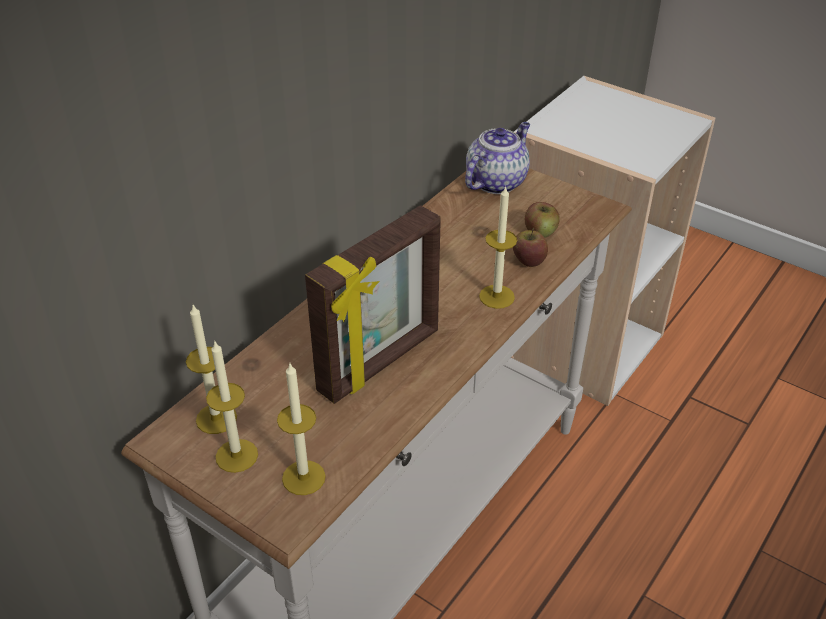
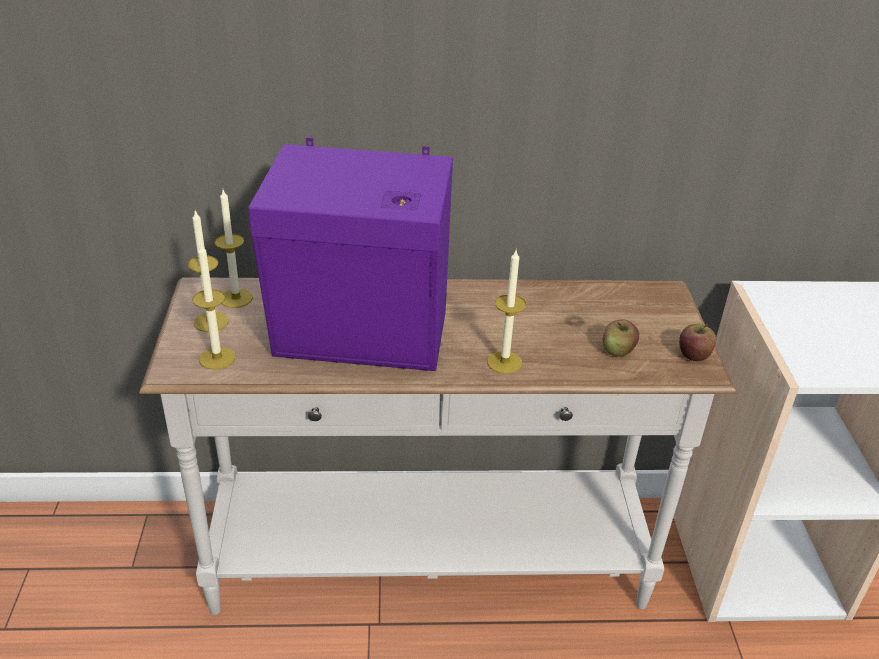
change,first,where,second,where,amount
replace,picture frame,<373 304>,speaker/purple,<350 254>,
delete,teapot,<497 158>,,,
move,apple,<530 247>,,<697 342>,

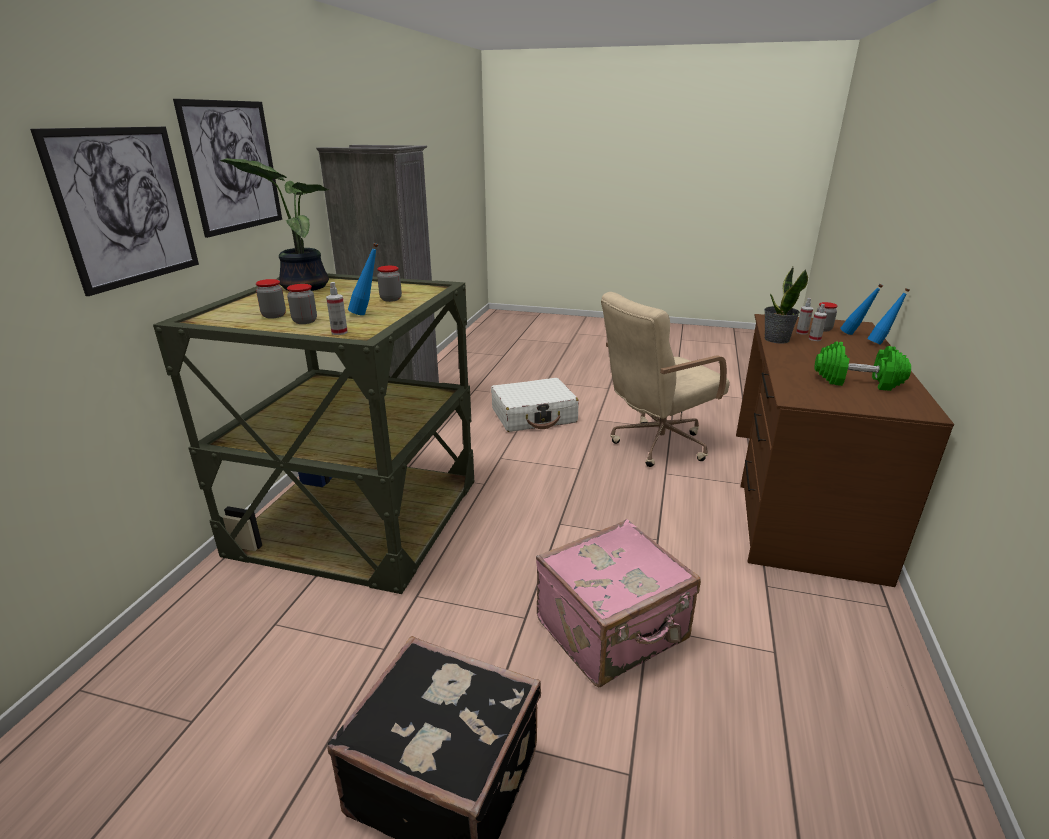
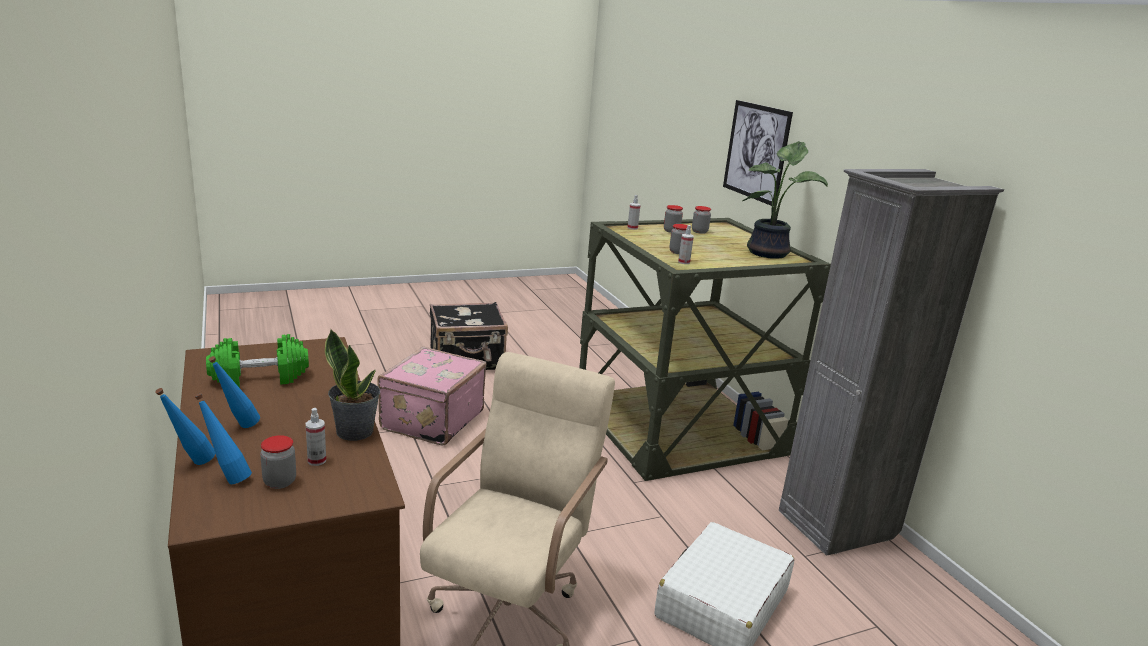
change,first,where,second,where,amount
delete,picture,<227 168>,,,
move,bottle/blue,<363 279>,,<234 392>,
move,spray bottle,<818 322>,,<686 244>,

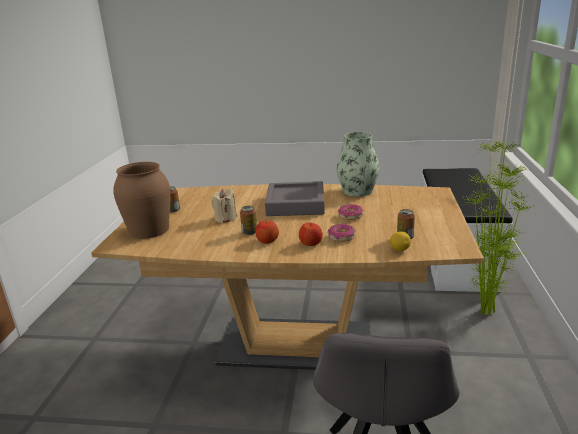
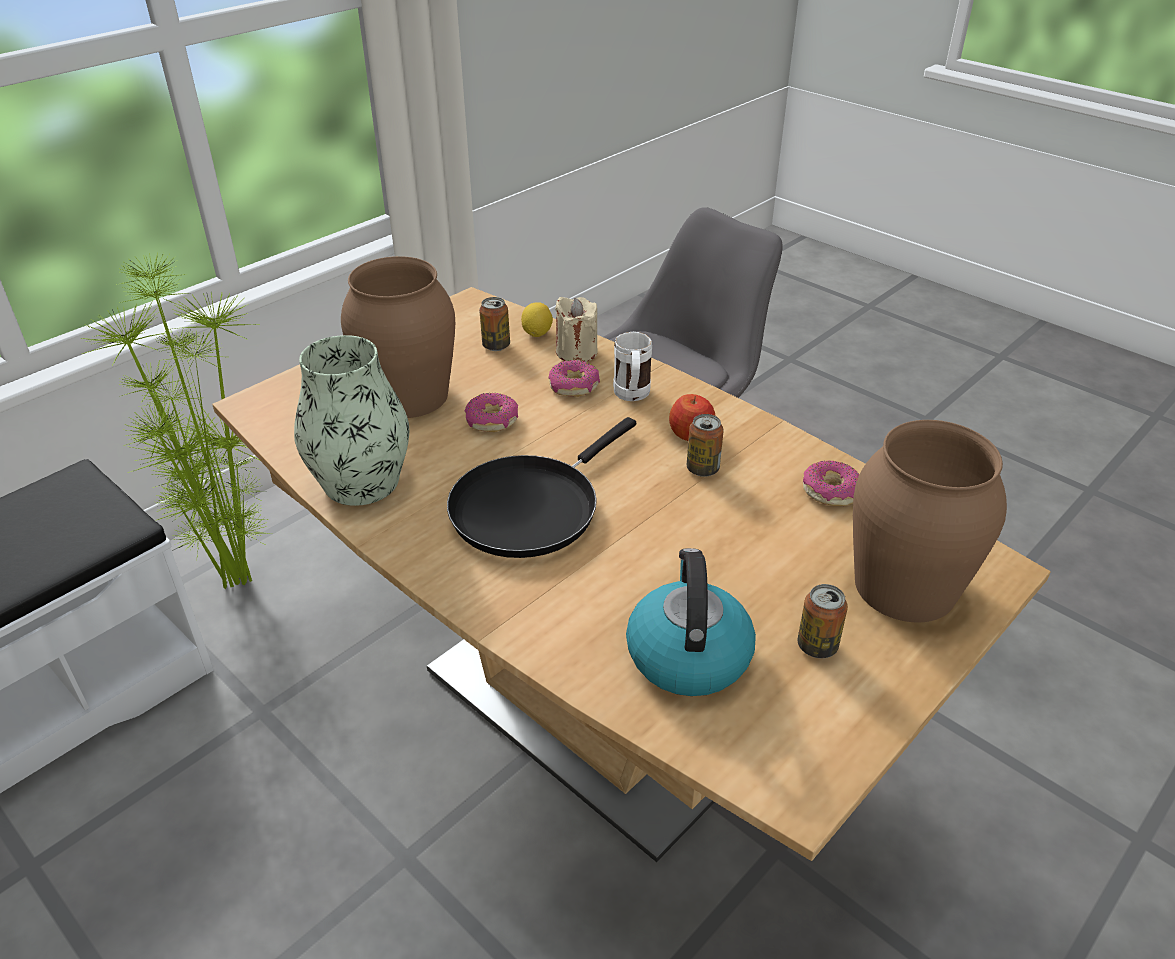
change,first,where,second,where,amount
move,candle/beige,<224 206>,,<576 329>,
replace,tray/grey,<295 198>,frying pan/black,<541 487>,
replace,apple,<311 234>,mug/white,<632 366>,
insert,,,vase/brown,<398 337>,
insert,,,kettle,<691 622>,
insert,,,donut,<831 483>,

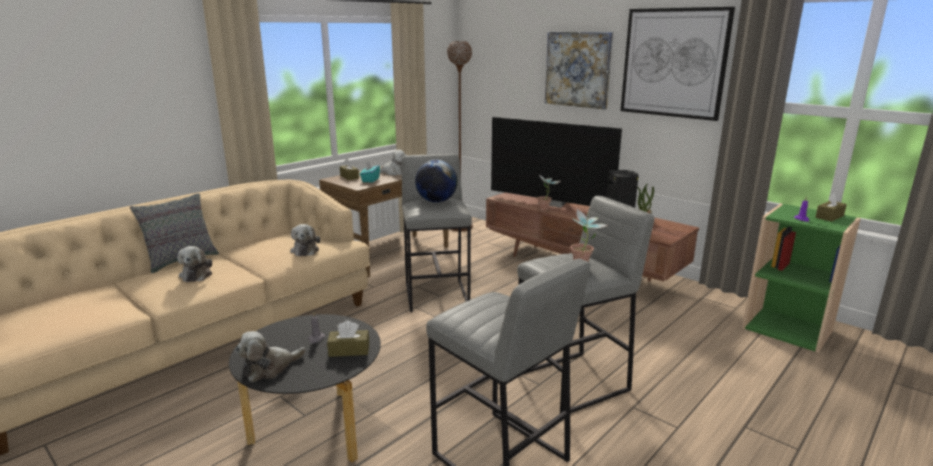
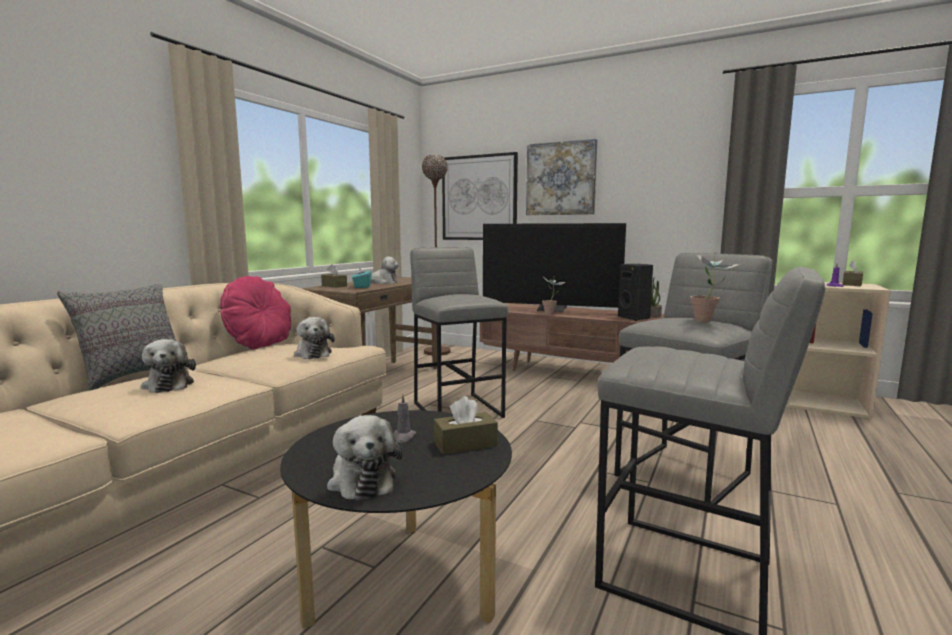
change,first,where,second,where,amount
rotate,plush toy,<270 356>,,<364 458>,60 degrees counterclockwise
delete,globe,<436 181>,,,
move,picture,<677 64>,,<480 196>,
recolor,bookcase/green,<801 278>,bookcase/beige,<838 350>,
insert,,,pillow/pink,<255 313>,

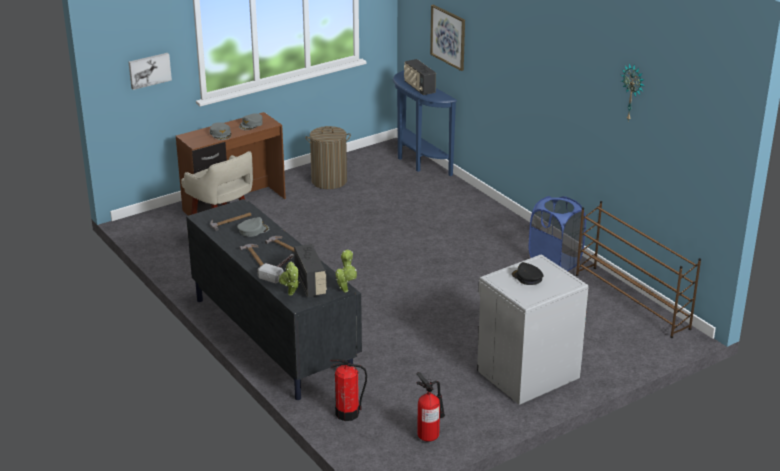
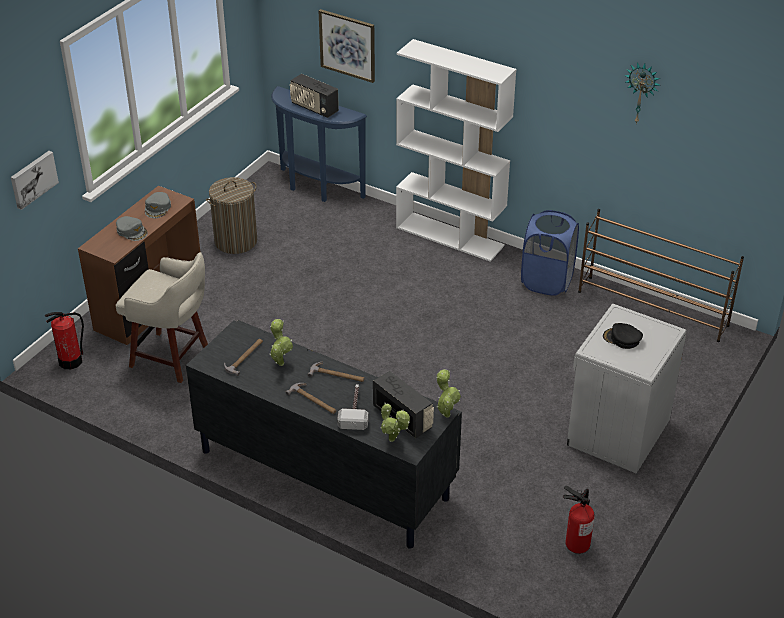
change,first,where,second,where,amount
replace,cap/grey,<253 227>,potted plant,<281 342>,
move,fire extinguisher,<348 390>,,<64 340>,
insert,,,bookcase/white,<456 150>,

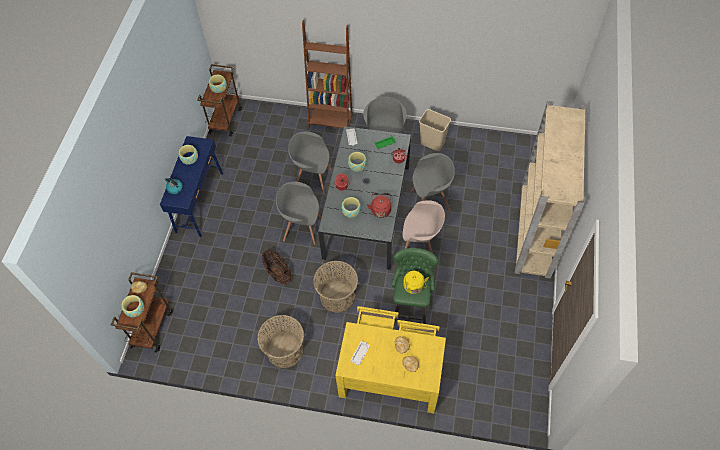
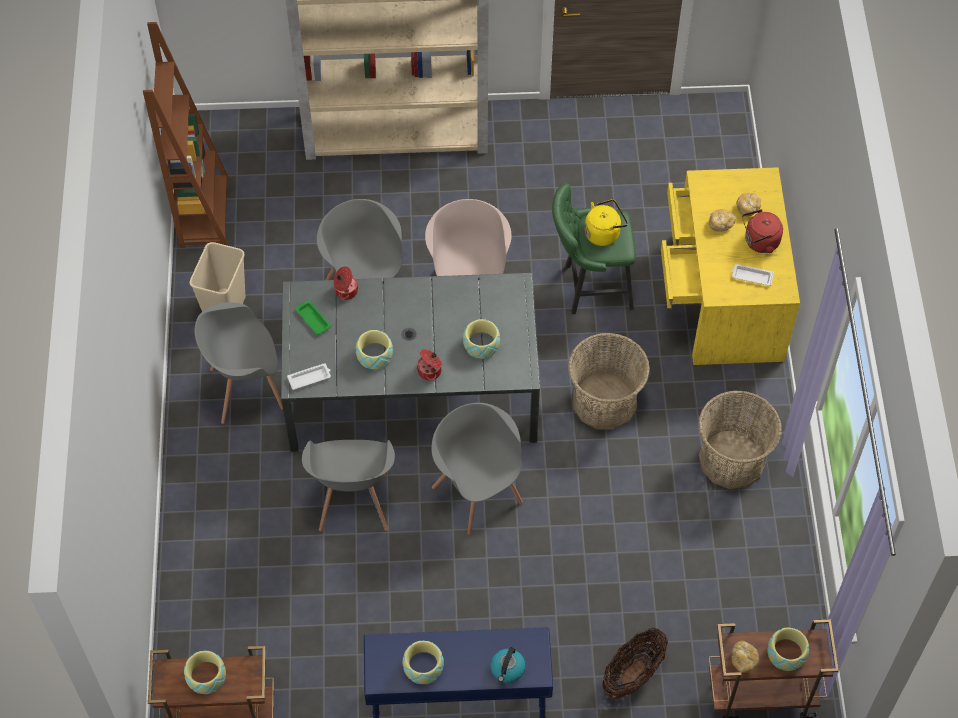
change,first,where,second,where,amount
move,basket,<276 267>,,<635 663>,
rotate,chair/grey,<298 213>,,<477 469>,150 degrees clockwise
move,bookcase/brown,<327 74>,,<186 135>,
move,kettle/red,<379 205>,,<762 231>,

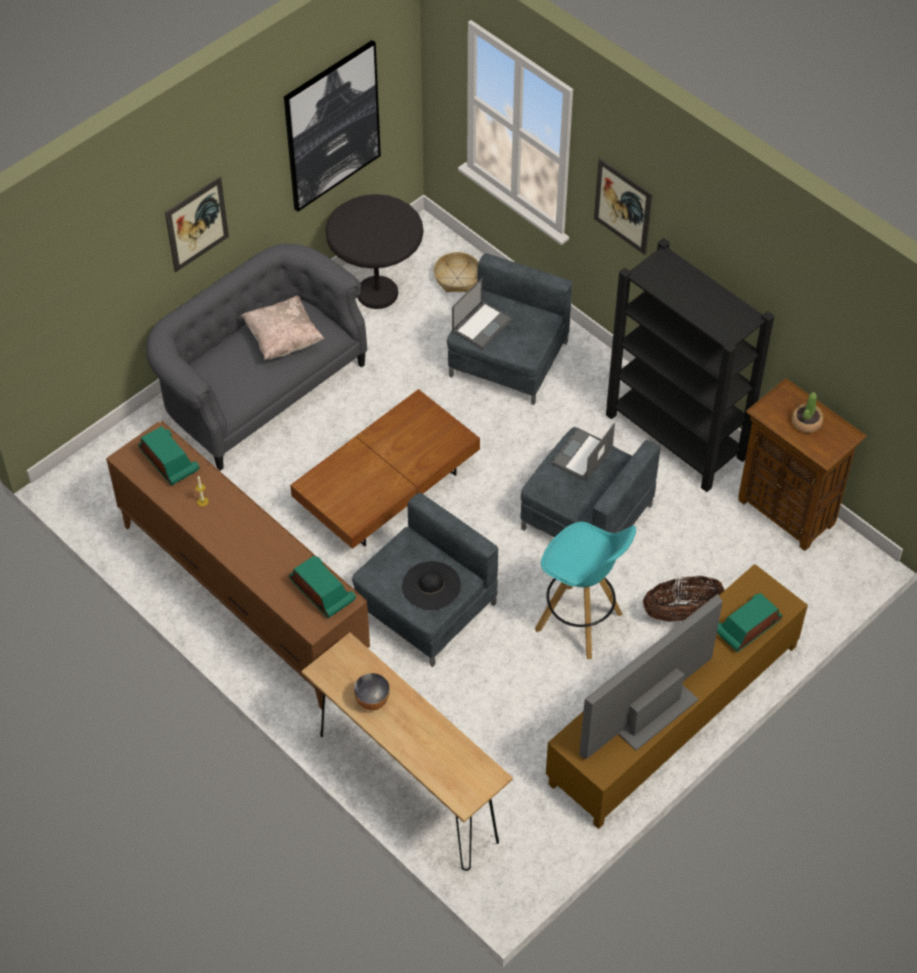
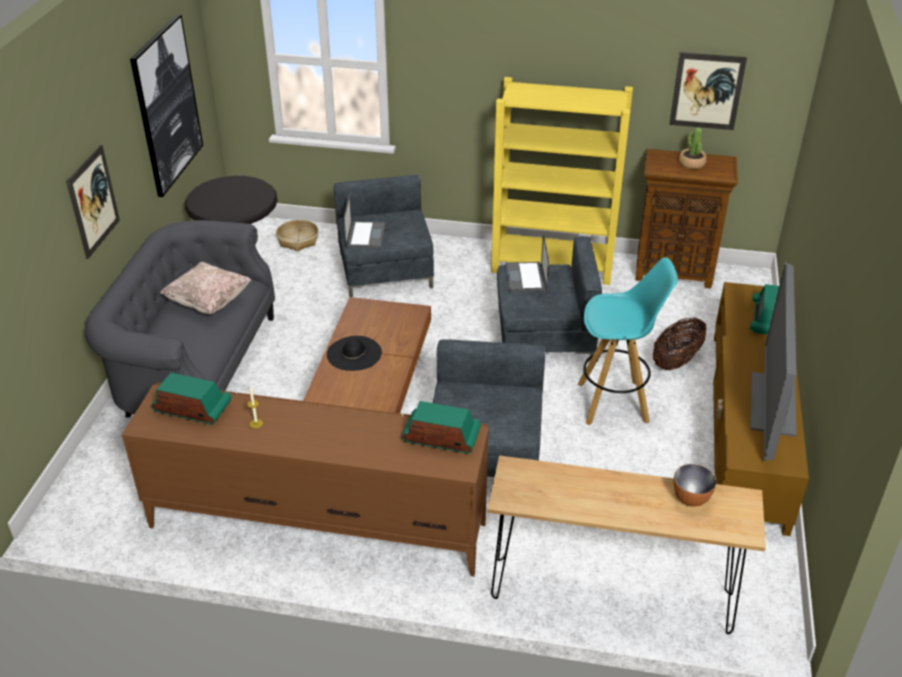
change,first,where,second,where,amount
move,bowl,<372 692>,,<695 485>,
move,hat/black,<431 585>,,<354 353>,
move,picture,<623 206>,,<708 91>,
recolor,bookcase/black,<690 365>,bookcase/yellow,<562 181>,

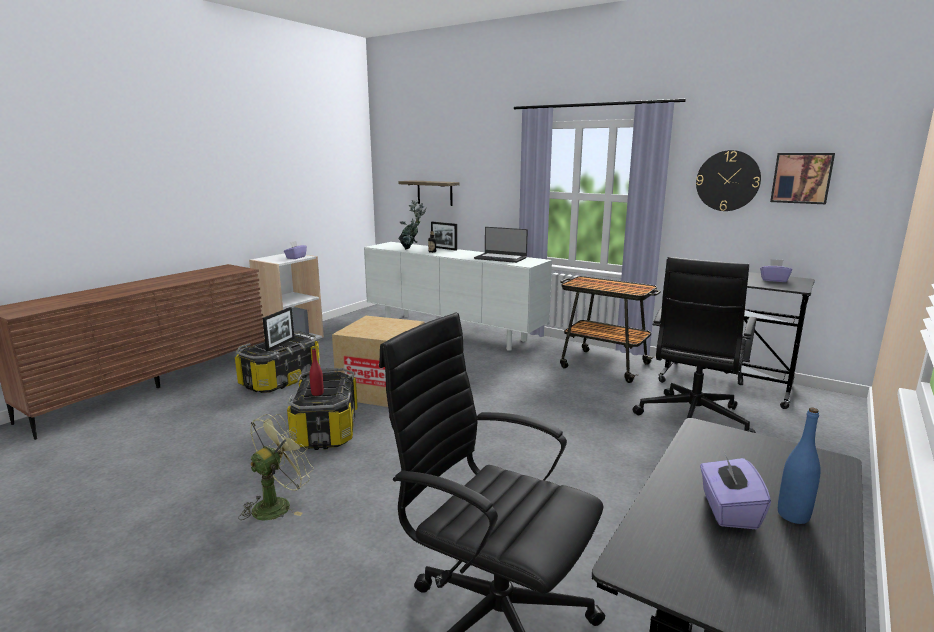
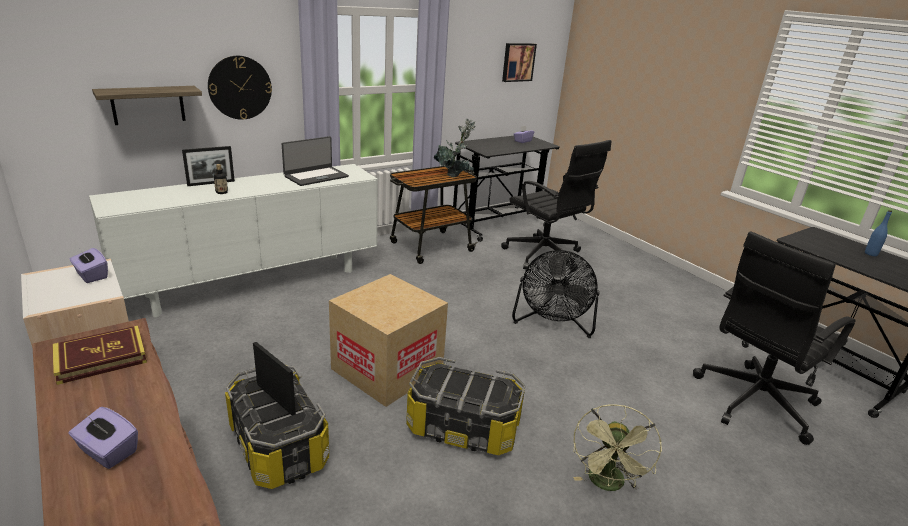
change,first,where,second,where,amount
rotate,fan/green,<276 467>,,<617 447>,135 degrees counterclockwise
delete,bottle/red,<316 372>,,,
move,potted plant,<412 224>,,<454 148>,
move,wall clock,<728 180>,,<240 88>,
move,tissue box/purple,<735 491>,,<103 438>,
insert,,,book,<99 355>,
insert,,,fan/black,<556 294>,

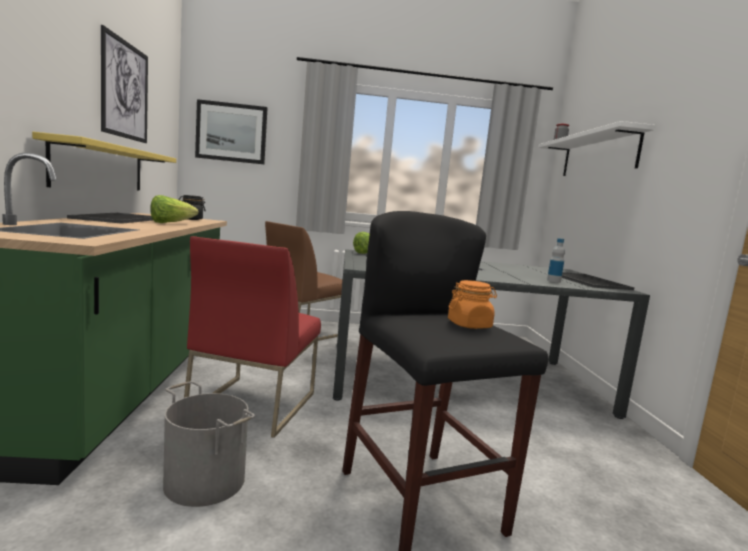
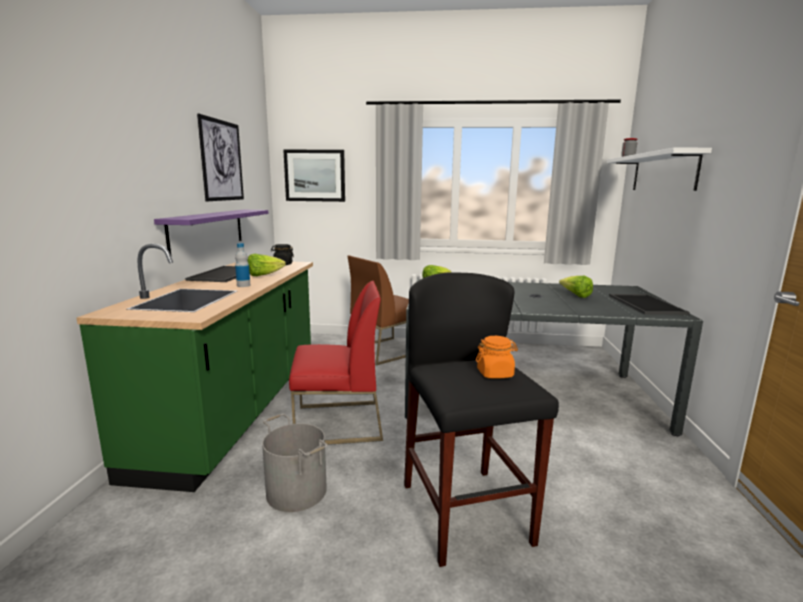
change,first,where,second,where,amount
recolor,shelf/yellow,<104 161>,shelf/purple,<211 232>,
rotate,chair/red,<252 337>,,<336 363>,120 degrees counterclockwise
move,bottle,<556 260>,,<242 265>,
insert,,,lettuce,<576 287>,

